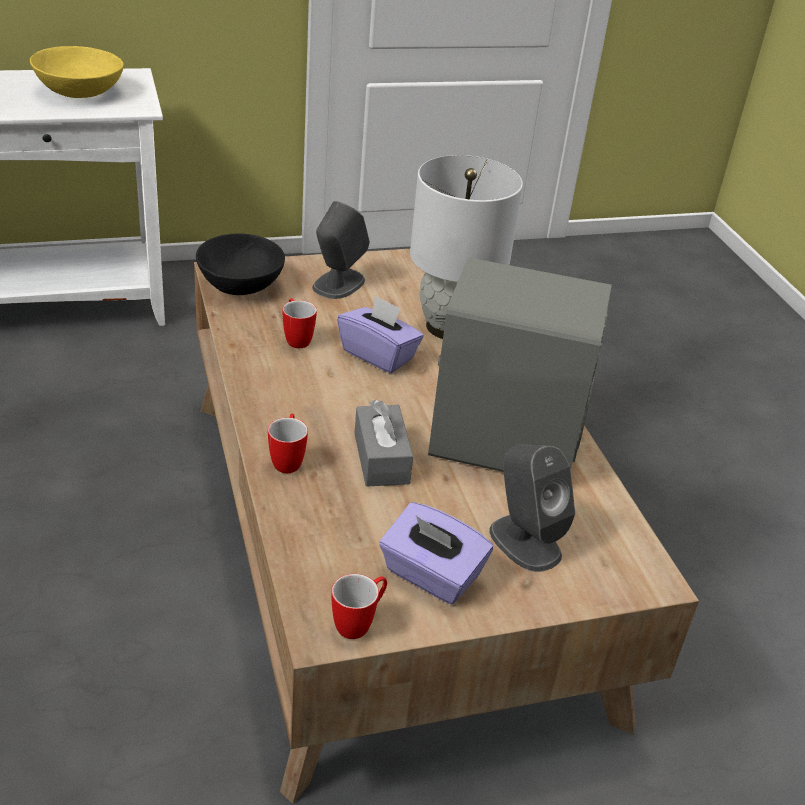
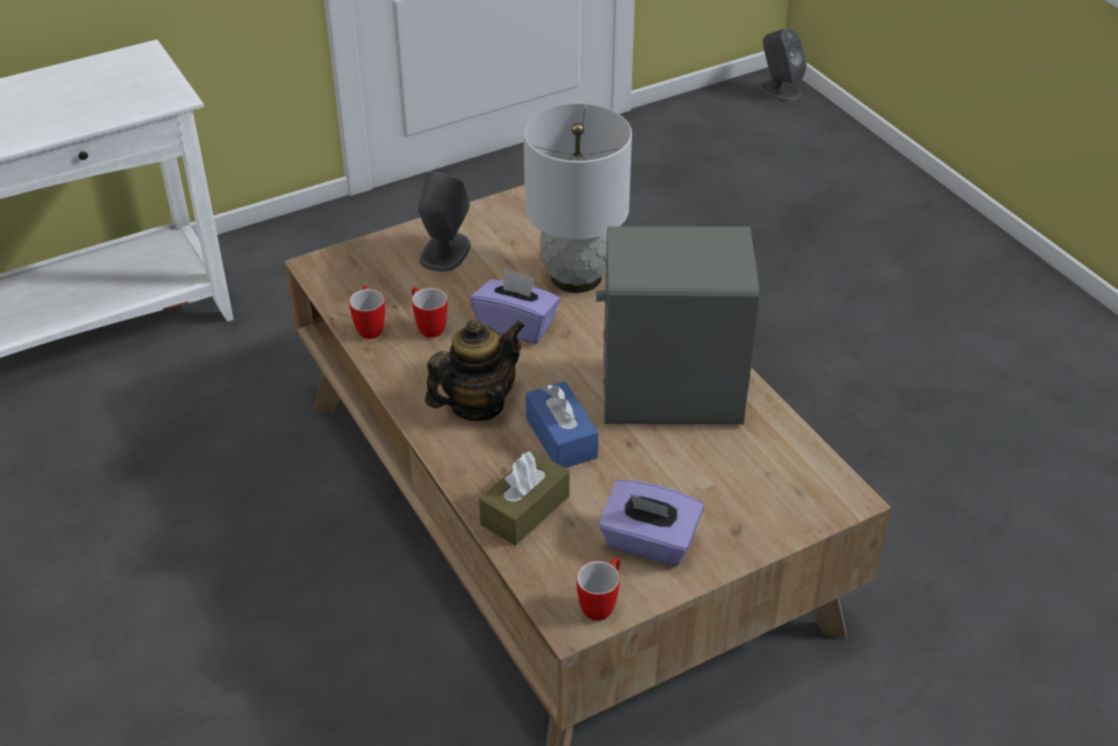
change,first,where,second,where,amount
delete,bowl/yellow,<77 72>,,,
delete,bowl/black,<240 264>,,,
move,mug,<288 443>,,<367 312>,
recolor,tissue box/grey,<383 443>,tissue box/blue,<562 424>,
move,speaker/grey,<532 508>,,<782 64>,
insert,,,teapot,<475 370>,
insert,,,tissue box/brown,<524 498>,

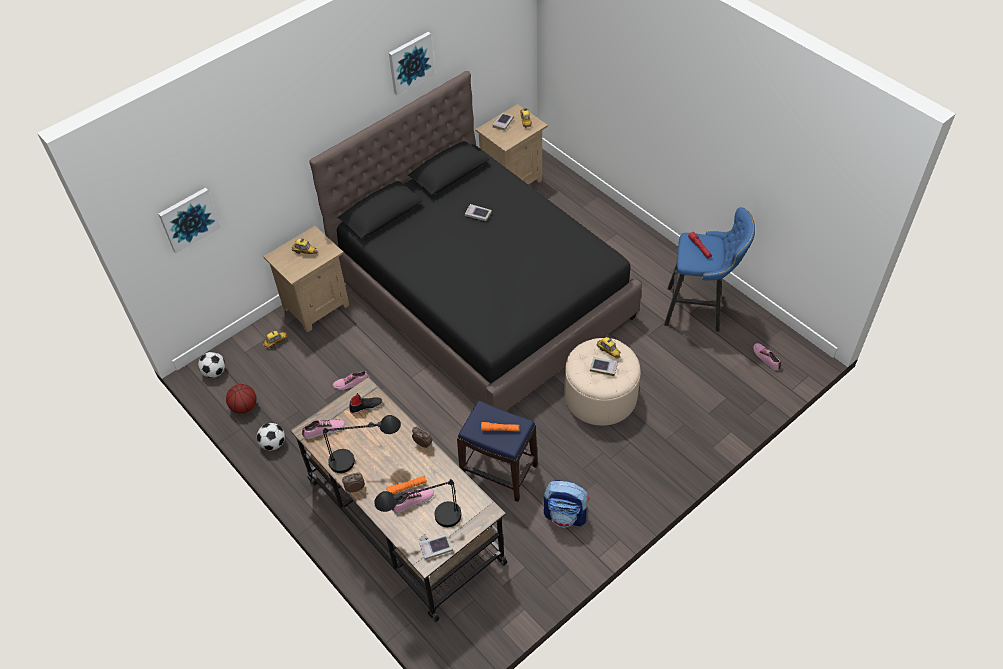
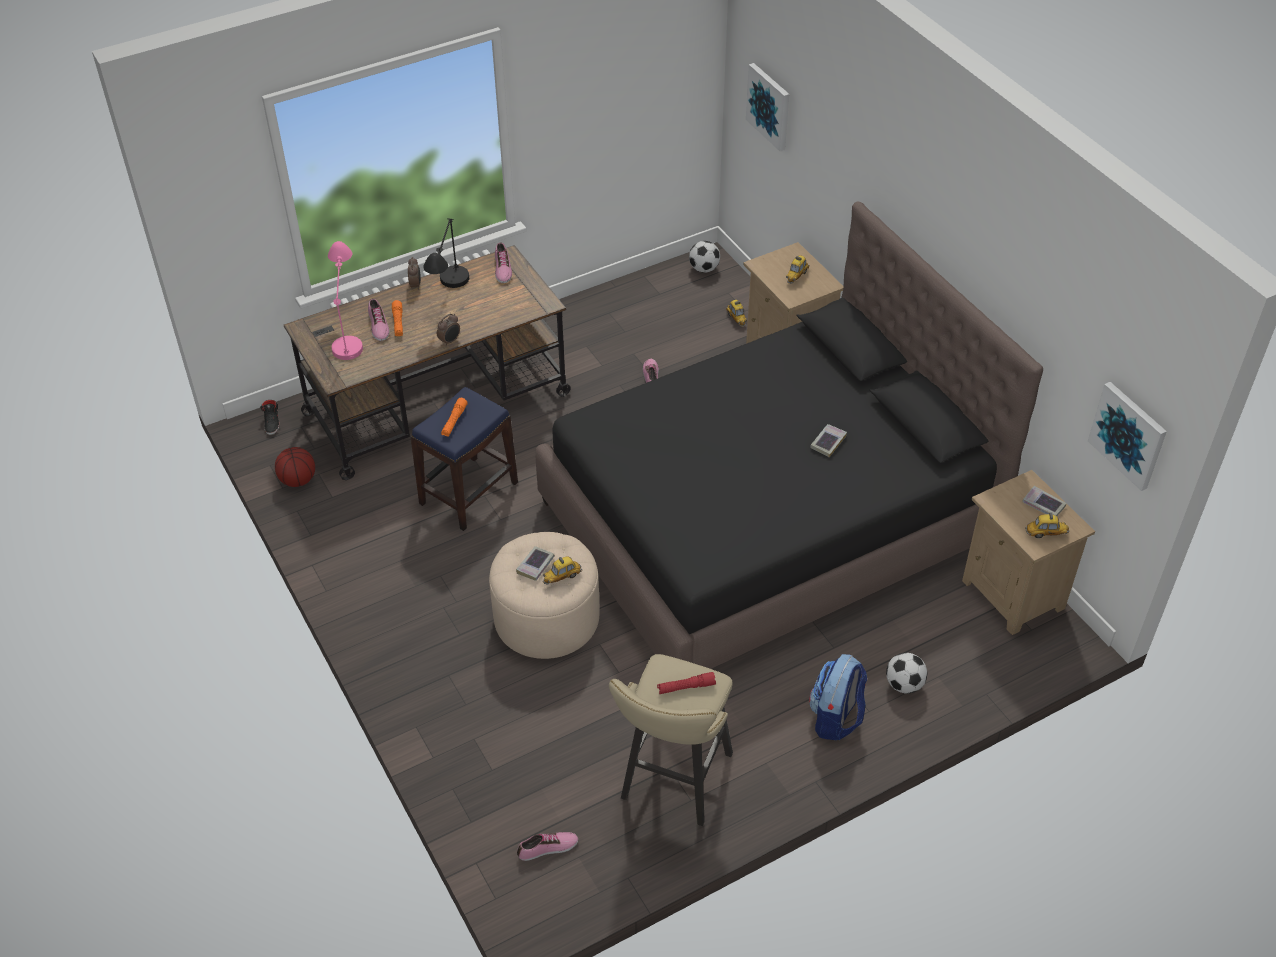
change,first,where,second,where,amount
move,basketball,<241 399>,,<295 467>,
move,football,<271 437>,,<906 673>,
move,shoe/black,<366 403>,,<269 417>,
recolor,table lamp/black,<417 503>,table lamp/pink,<345 300>,
move,picture,<412 63>,,<1127 436>,
delete,book,<436 547>,,,
move,backpack,<566 503>,,<838 697>,
recolor,stool/blue,<709 269>,stool/beige,<671 740>,

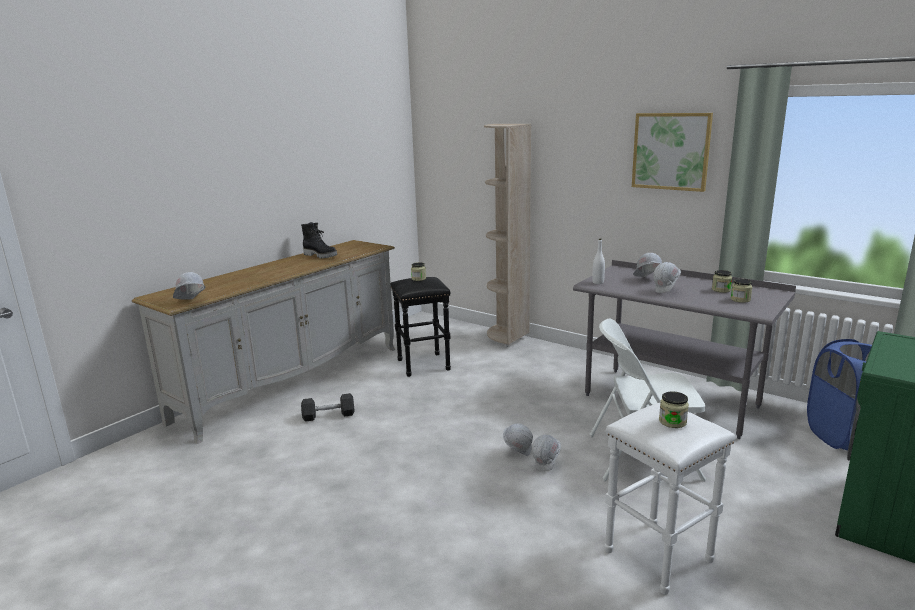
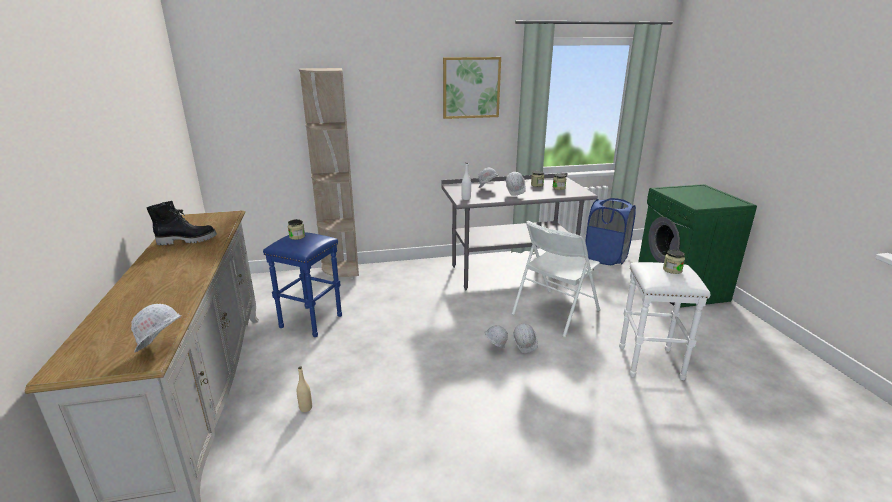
change,first,where,second,where,amount
replace,dumbbell/grey,<328 407>,bottle/beige,<304 389>,
recolor,stool/black,<421 327>,stool/blue,<302 284>,

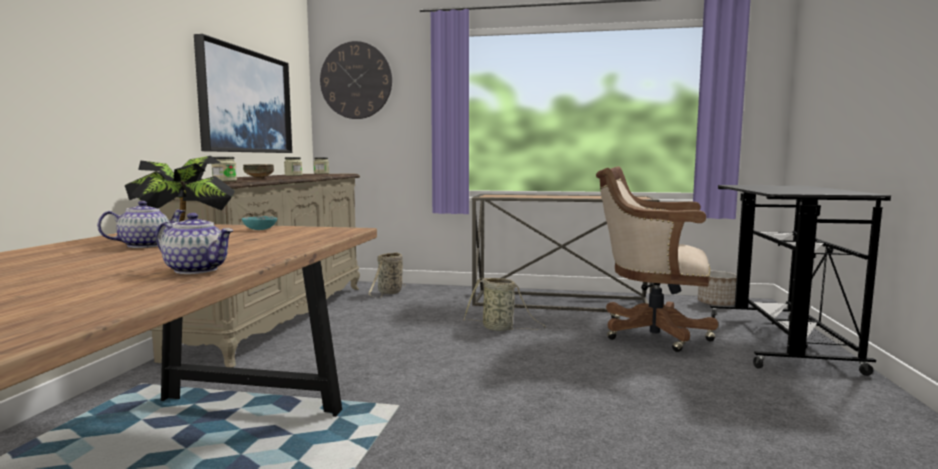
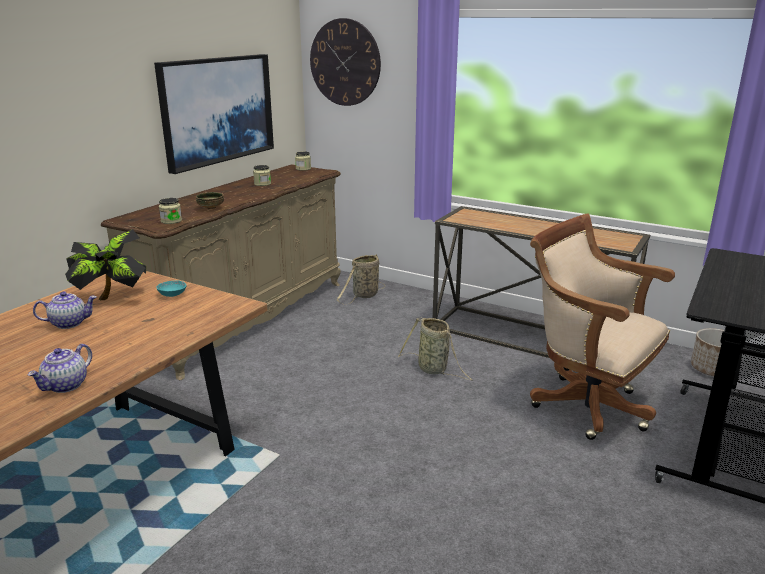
change,first,where,second,where,amount
rotate,teapot,<194 243>,,<60 368>,75 degrees clockwise

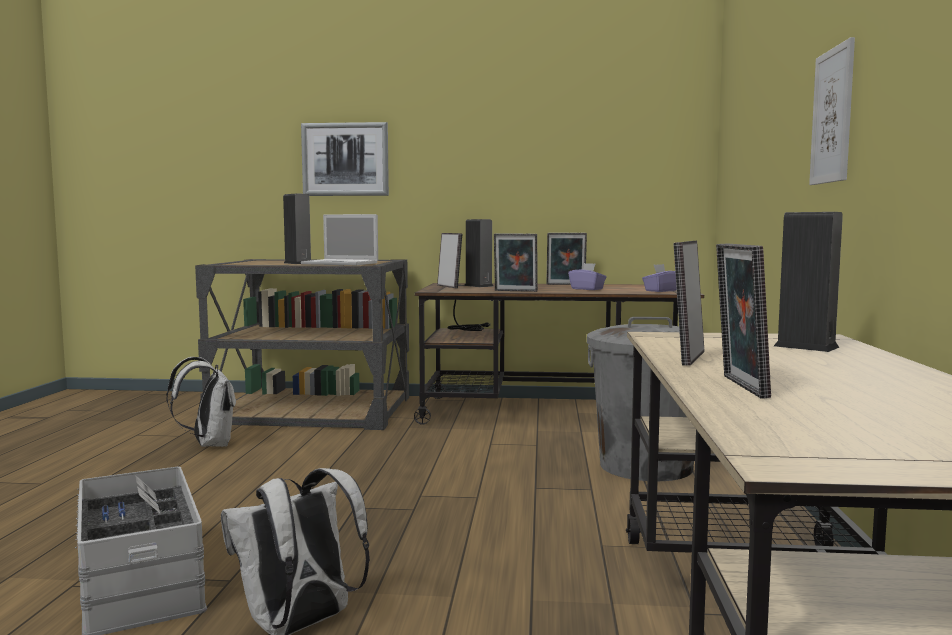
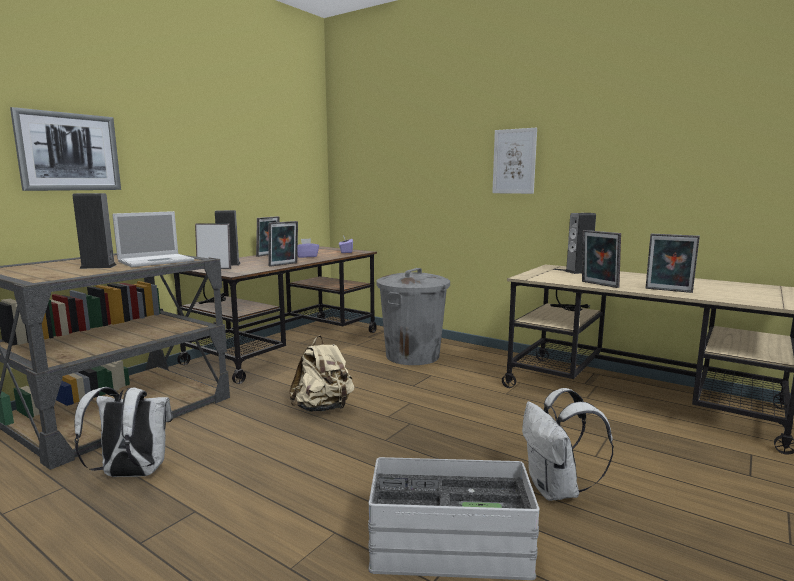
change,first,where,second,where,amount
insert,,,backpack/beige,<322 374>,

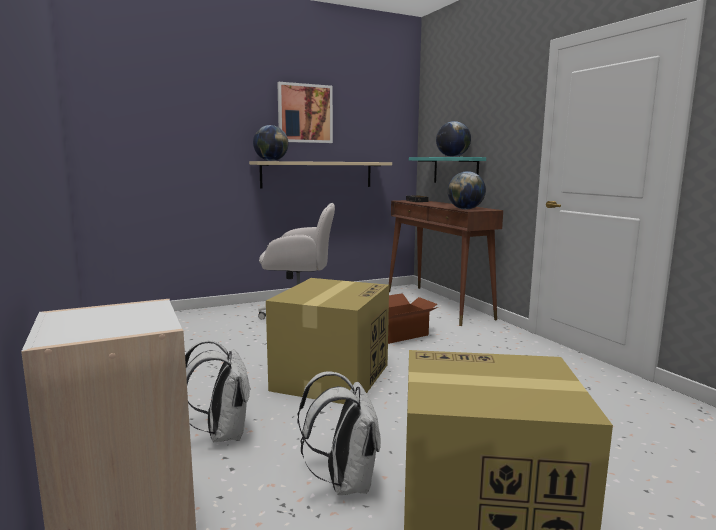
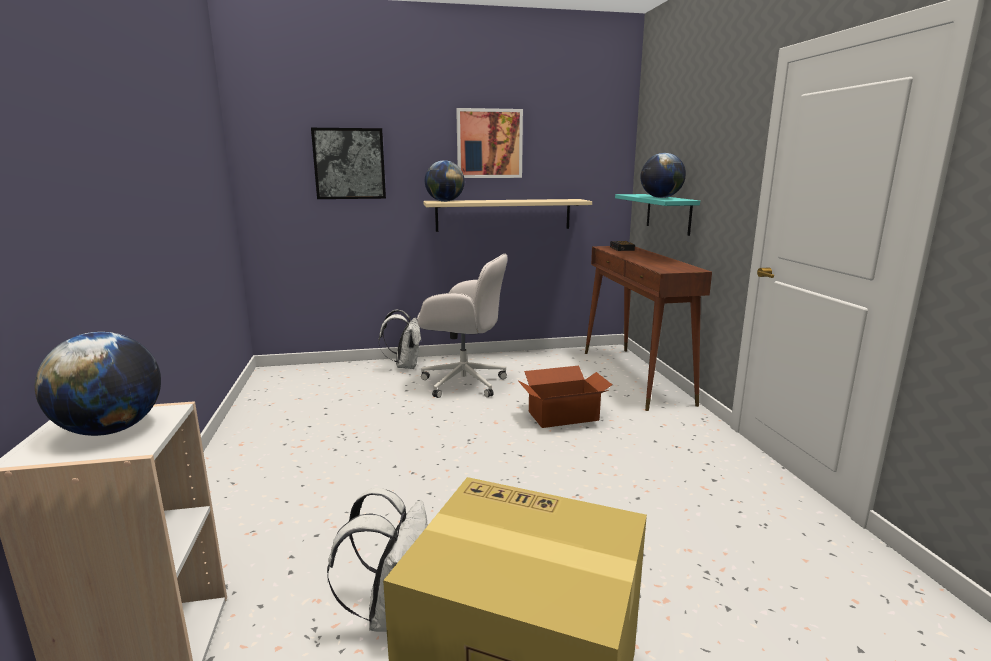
change,first,where,second,where,amount
move,backpack/white,<218 391>,,<400 339>,
delete,cardboard box,<327 341>,,,
move,globe,<466 190>,,<98 384>,
insert,,,picture,<348 163>,

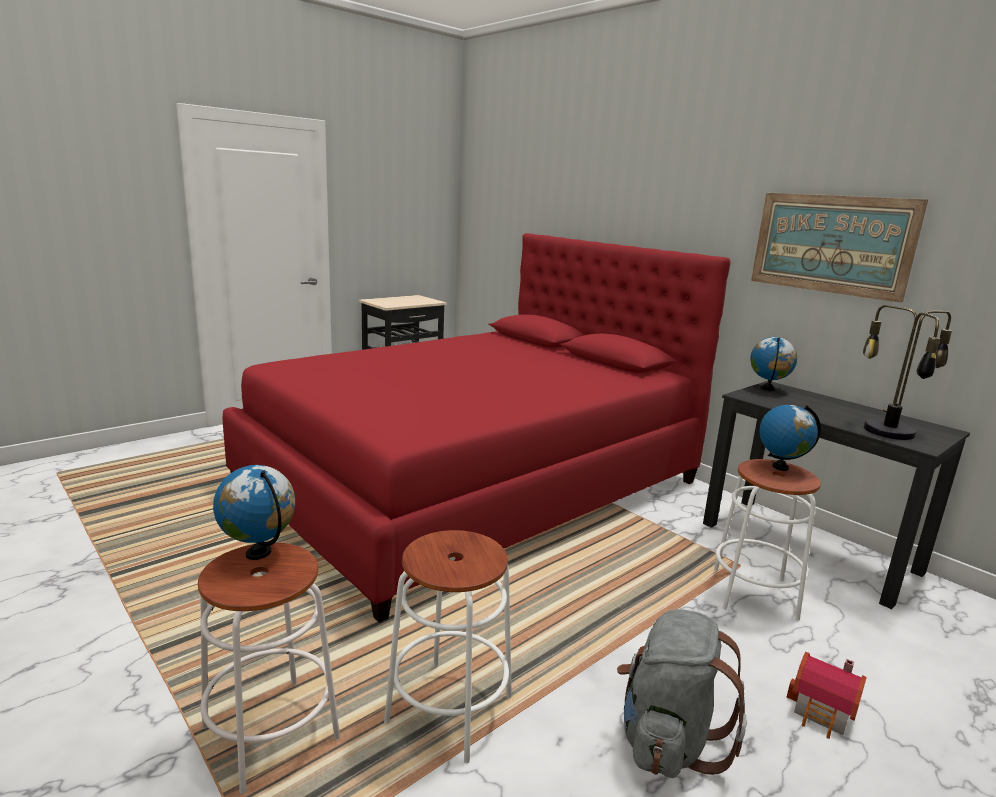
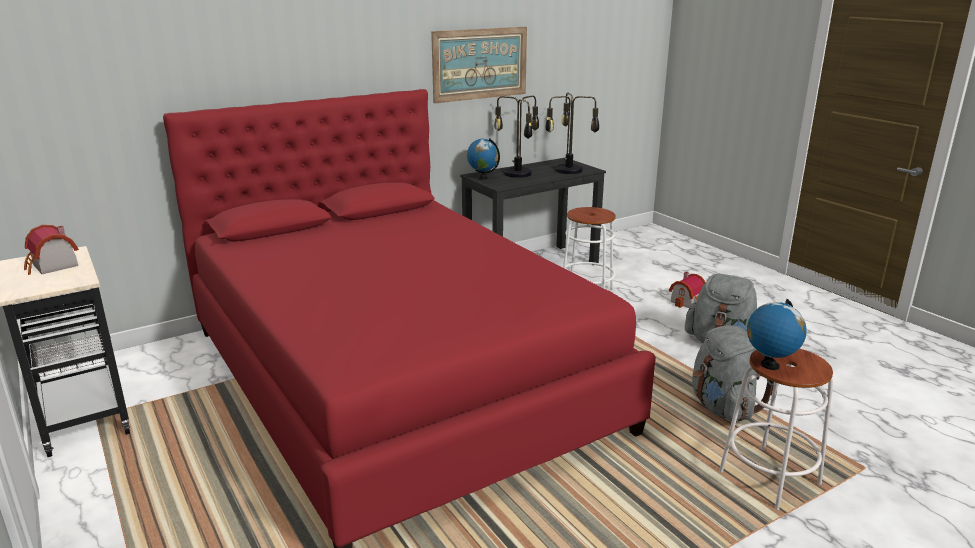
change,first,where,second,where,amount
replace,stool/white,<448 646>,backpack/grey,<733 373>,
delete,globe,<790 438>,,,
insert,,,toy house,<51 250>,
insert,,,table lamp,<516 137>,

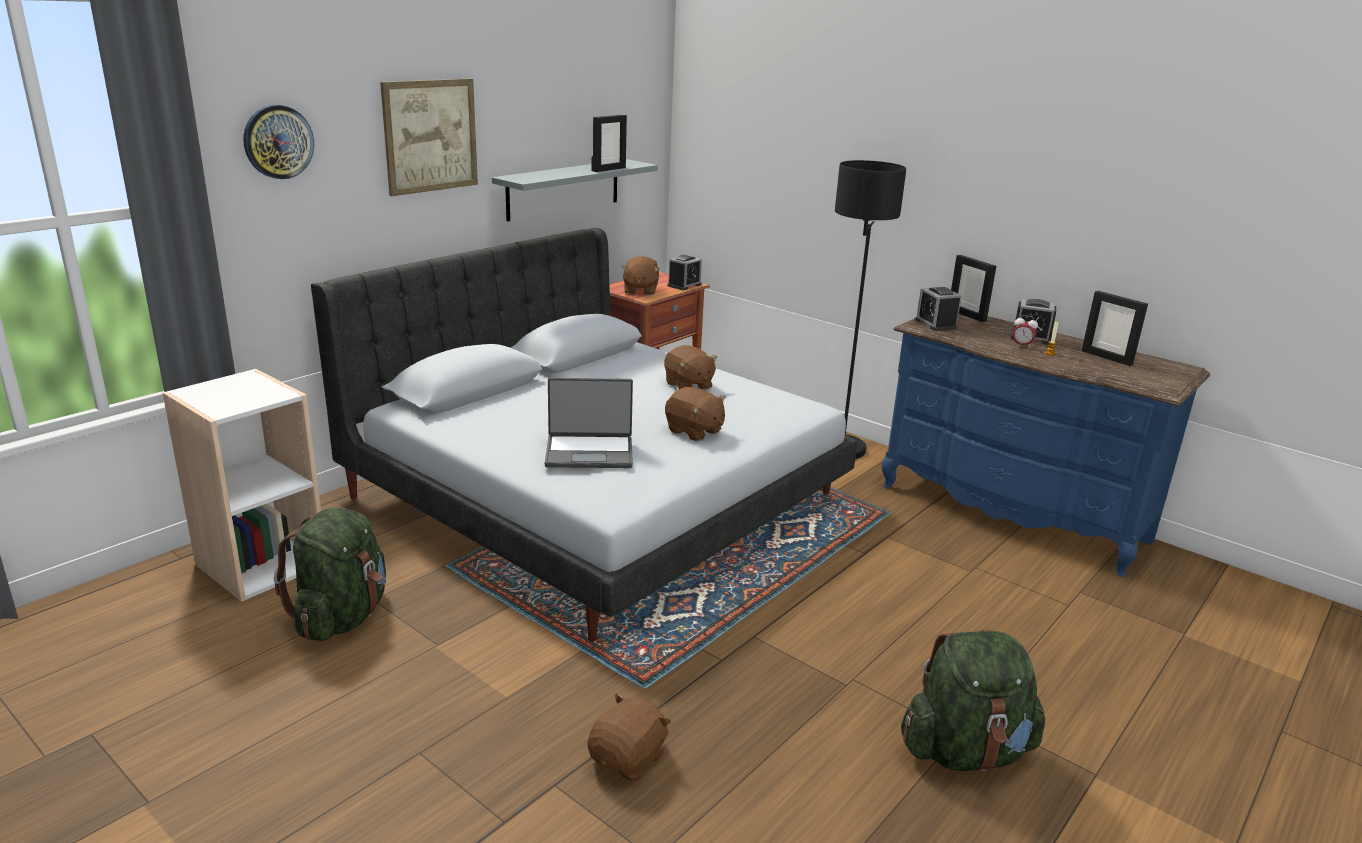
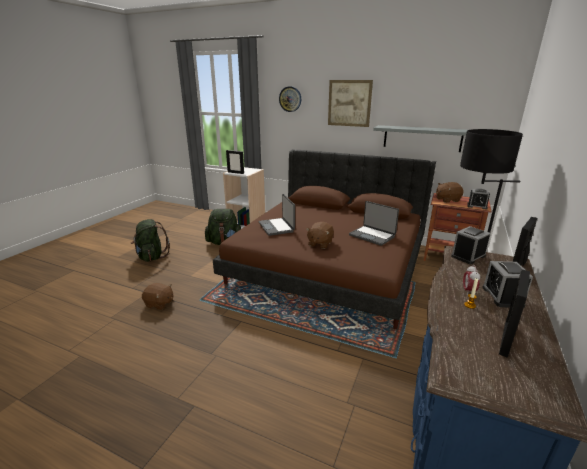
change,first,where,second,where,amount
recolor,bed/grey,<584 435>,bed/brown,<324 239>,
move,picture frame,<609 143>,,<235 162>,
replace,plush toy/brown,<691 367>,laptop,<374 223>,
move,backpack/green,<973 700>,,<150 240>,

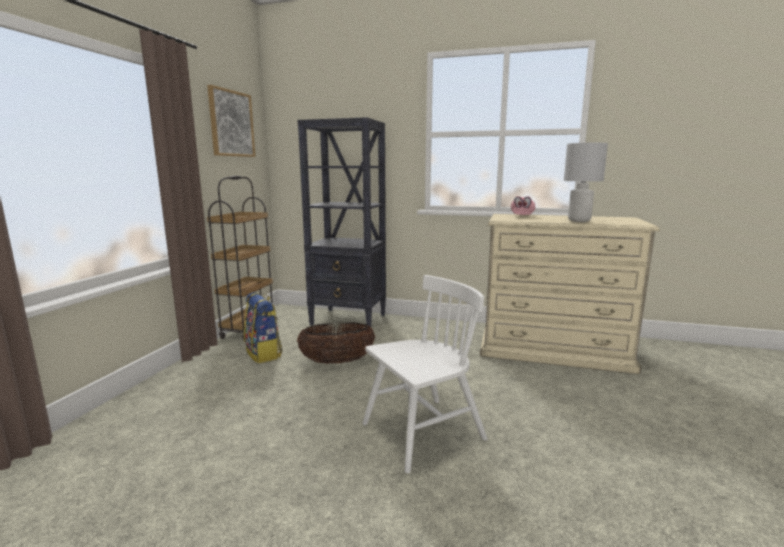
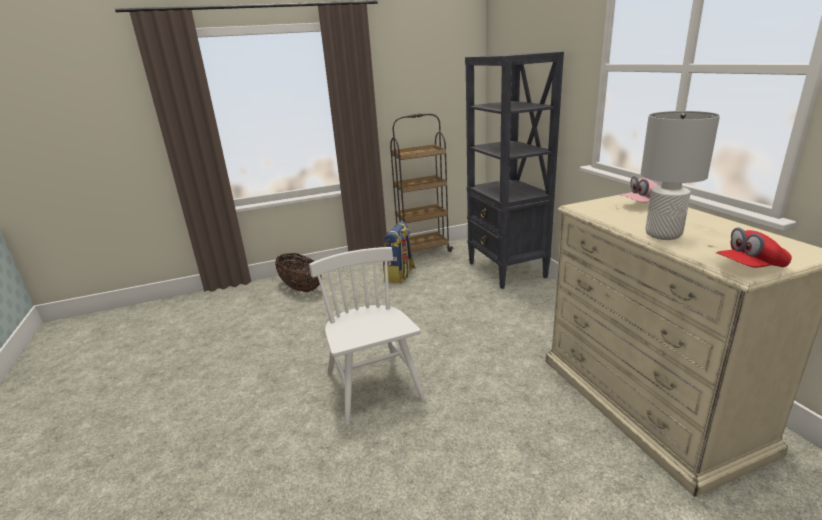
change,first,where,second,where,amount
delete,picture,<231 121>,,,
move,basket,<336 343>,,<298 272>,
rotate,chair/white,<424 374>,,<367 336>,135 degrees counterclockwise
insert,,,cap/red,<754 248>,

